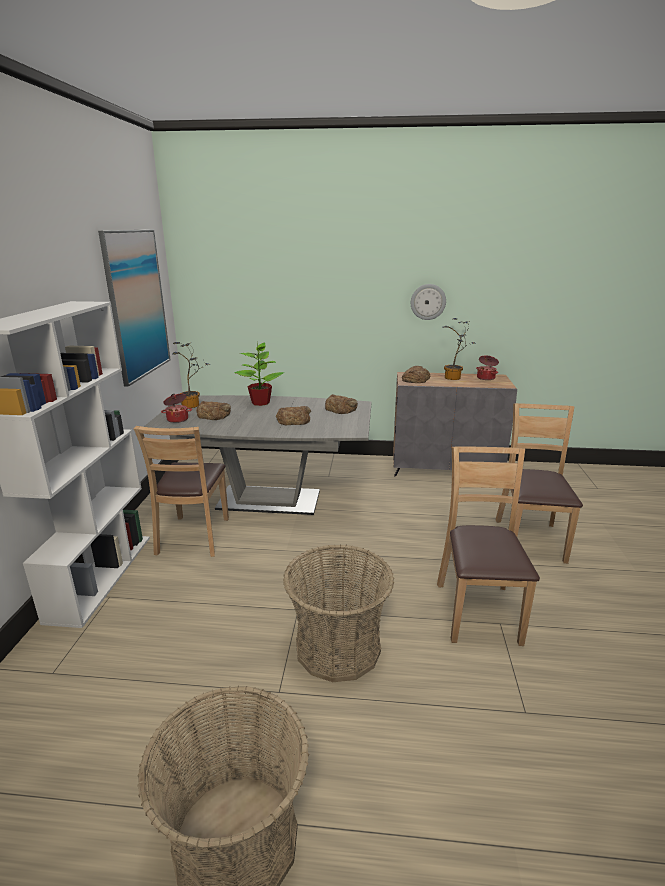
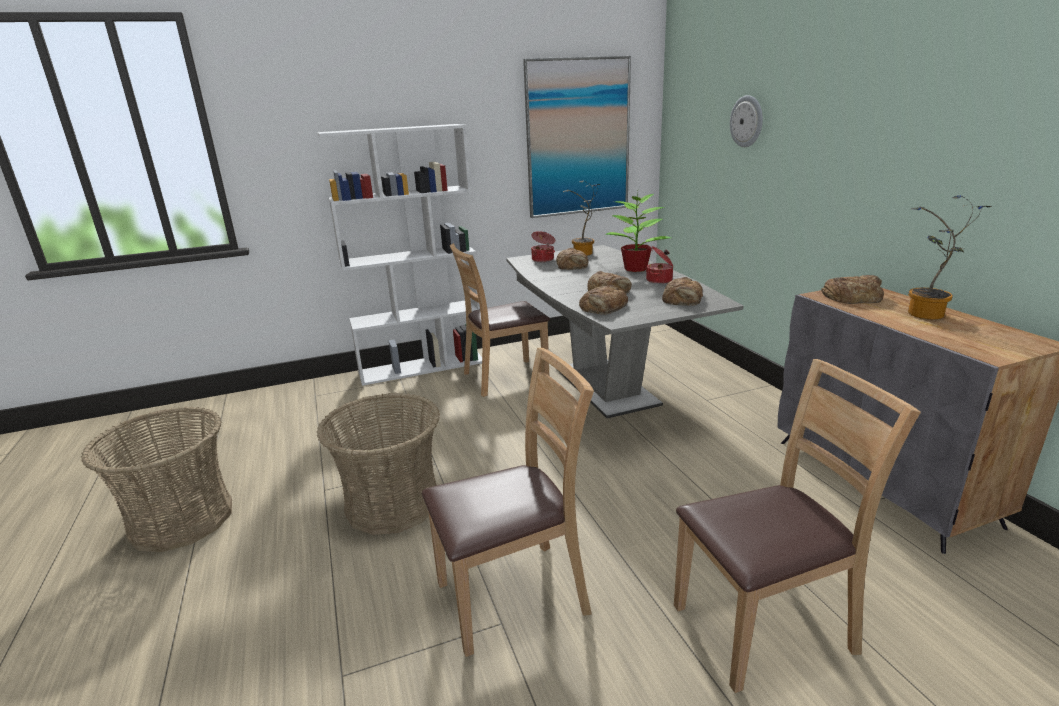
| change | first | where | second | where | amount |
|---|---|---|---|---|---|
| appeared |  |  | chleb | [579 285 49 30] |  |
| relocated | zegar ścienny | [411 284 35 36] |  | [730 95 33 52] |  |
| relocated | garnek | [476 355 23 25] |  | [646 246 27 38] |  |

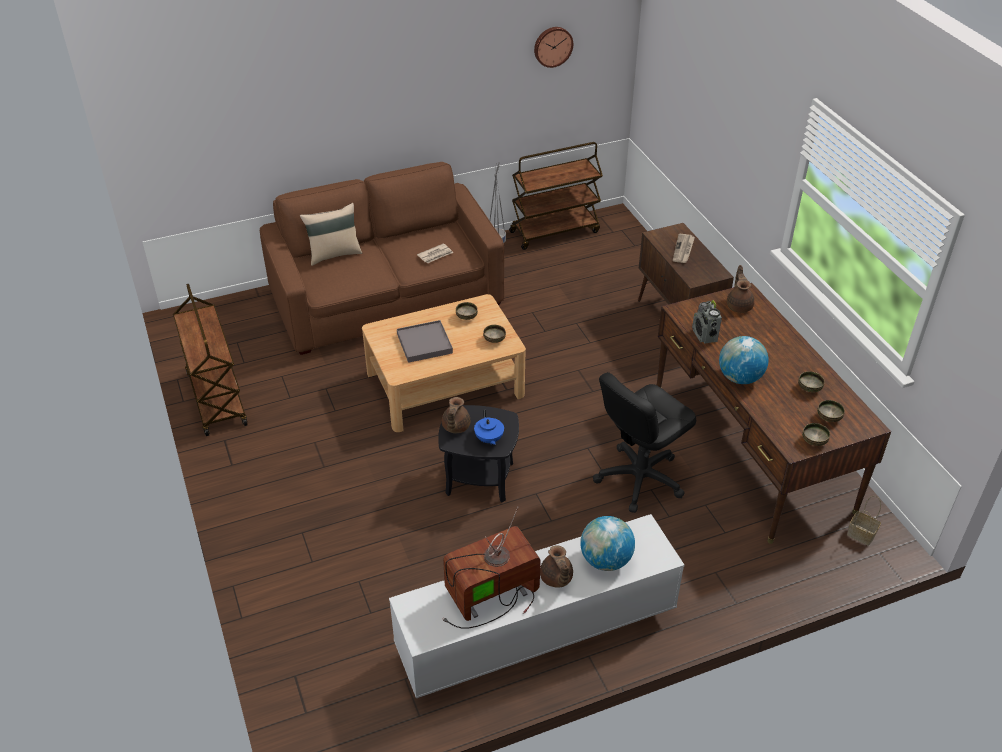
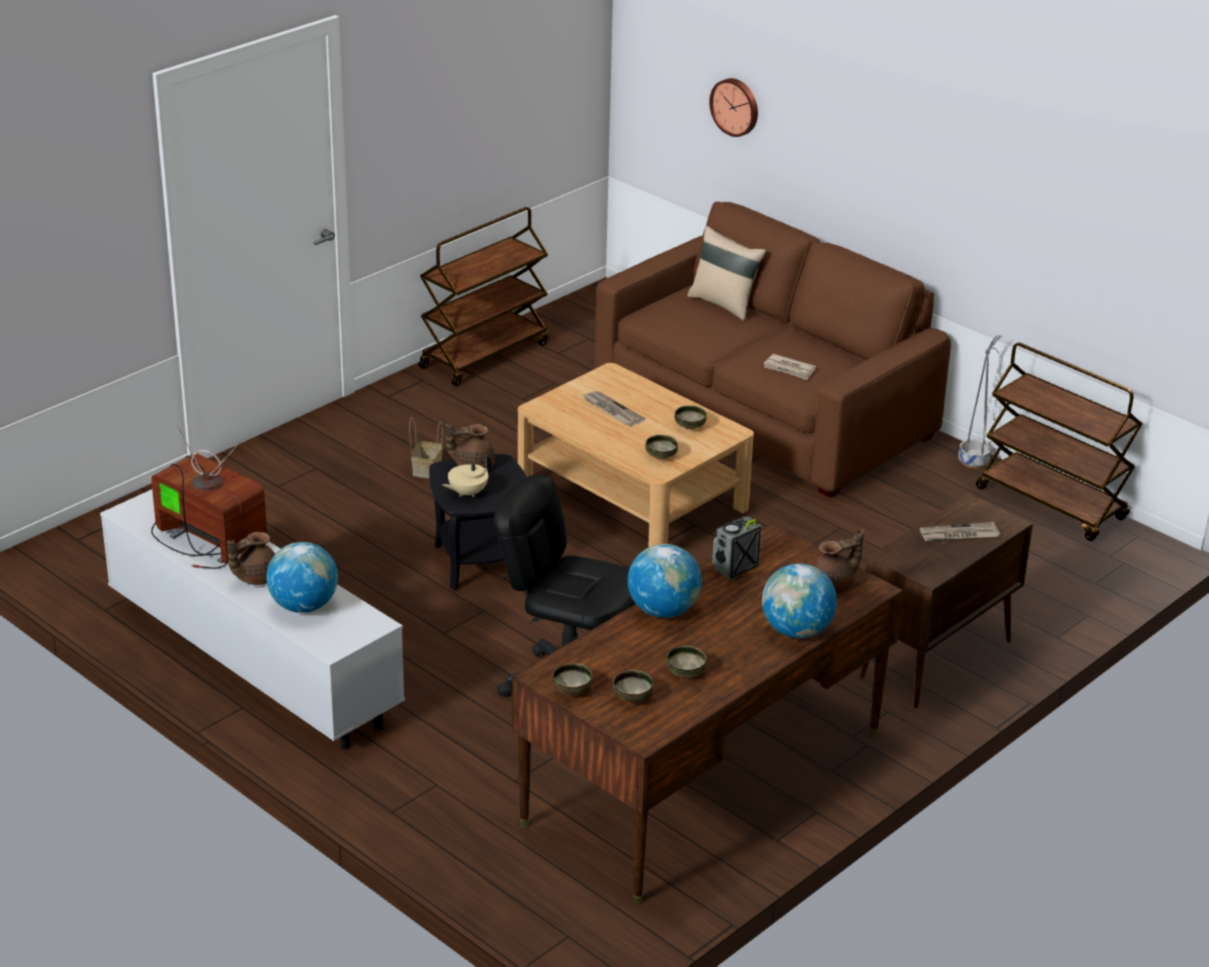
| change | first | where | second | where | amount |
|---|---|---|---|---|---|
| appeared |  |  | globus | [762 563 75 75] |  |
| relocated | zegar ścienny | [534 27 39 41] |  | [709 78 49 59] |  |
| relocated | koszyk | [847 496 34 50] |  | [409 417 34 61] |  |
| exchanged | taca (szary) | [397 320 56 43] | gazeta | [582 391 63 35] |  |
| colour | imbryk (niebieski) | [474 410 30 35] | imbryk (beżowy) | [442 456 50 41] |  |

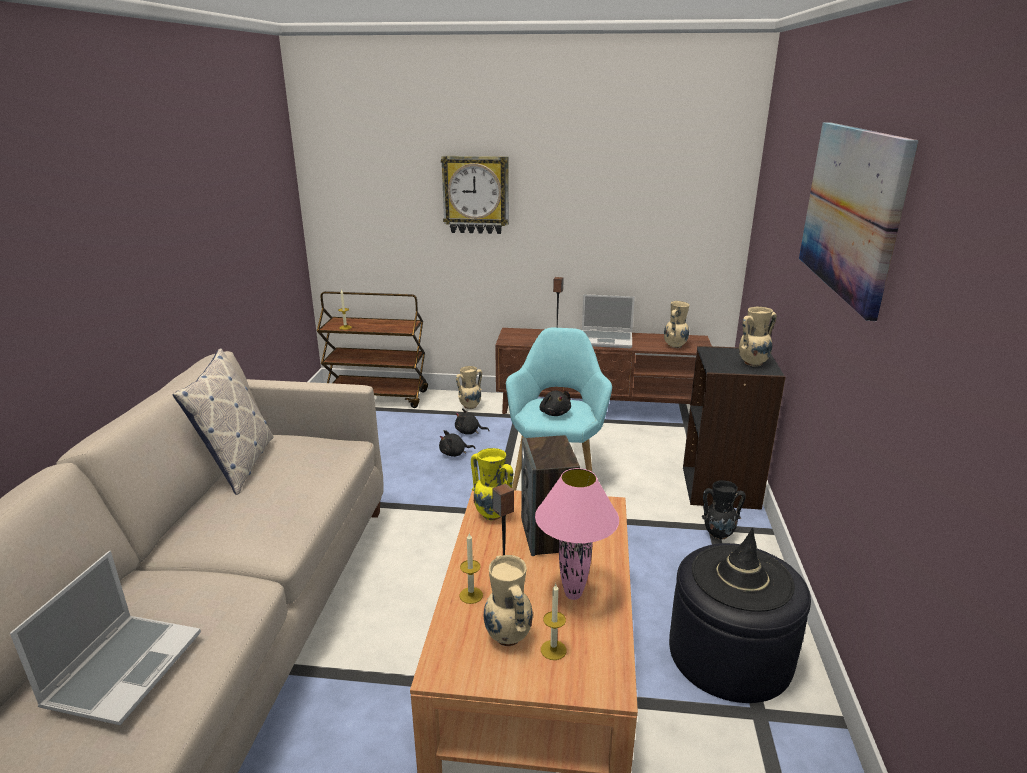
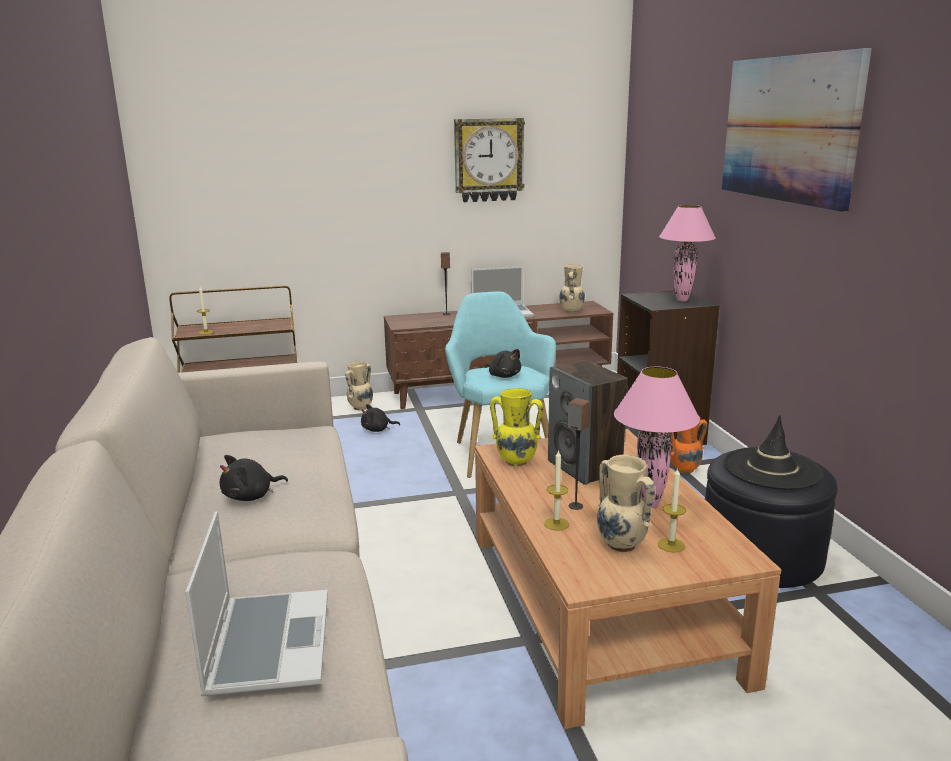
| change | first | where | second | where | amount |
|---|---|---|---|---|---|
| missing | poduszka | [173 348 101 147] |  |  |  |
| relocated | pluszak (czarny) | [439 430 36 27] |  | [220 455 68 46] |  |
| relocated | zegar ścienny | [441 156 68 78] |  | [454 118 71 84] |  |
| exchanged | wazon (beżowy) | [739 307 38 60] | lampa stołowa (różowy) | [659 205 57 96] |  |
| colour | wazon (czarny) | [702 480 44 60] | wazon (pomarańczowy) | [670 416 37 57] |  |

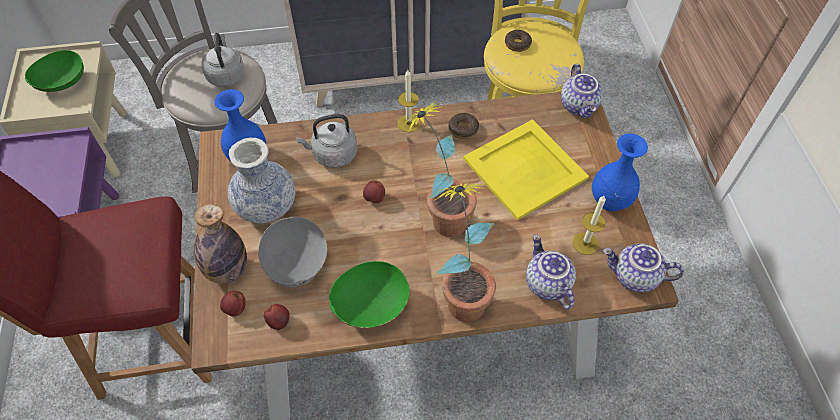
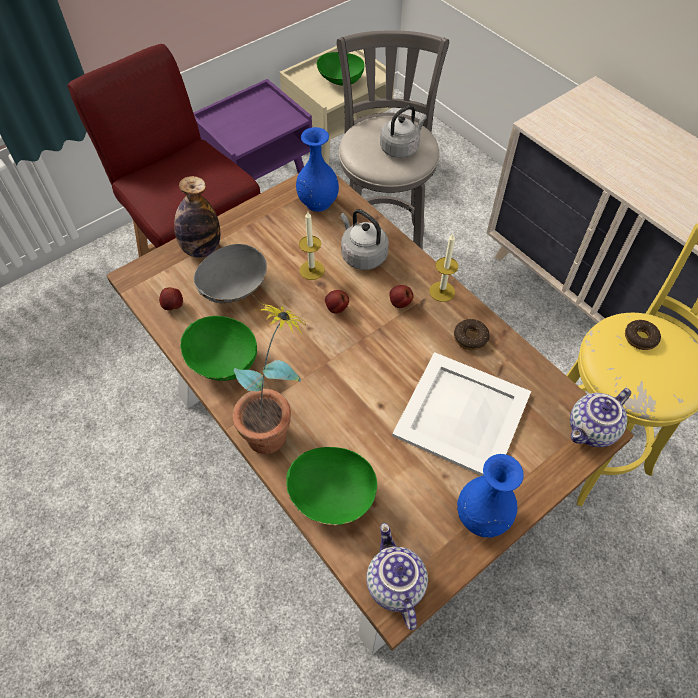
| change | first | where | second | where | amount |
|---|---|---|---|---|---|
| missing | wazon | [228 138 67 85] |  |  |  |
| missing | roślina doniczkowa | [401 100 76 137] |  |  |  |
| relocated | jabłko | [220 291 26 25] |  | [389 285 25 23] |  |
| relocated | świeca | [572 196 34 59] |  | [299 212 26 68] |  |
| exchanged | imbryk | [526 234 50 75] | miska (zielony) | [286 447 91 78] |  |
| colour | taca (żółty) | [463 119 126 101] | taca (biały) | [392 352 139 124] |  |

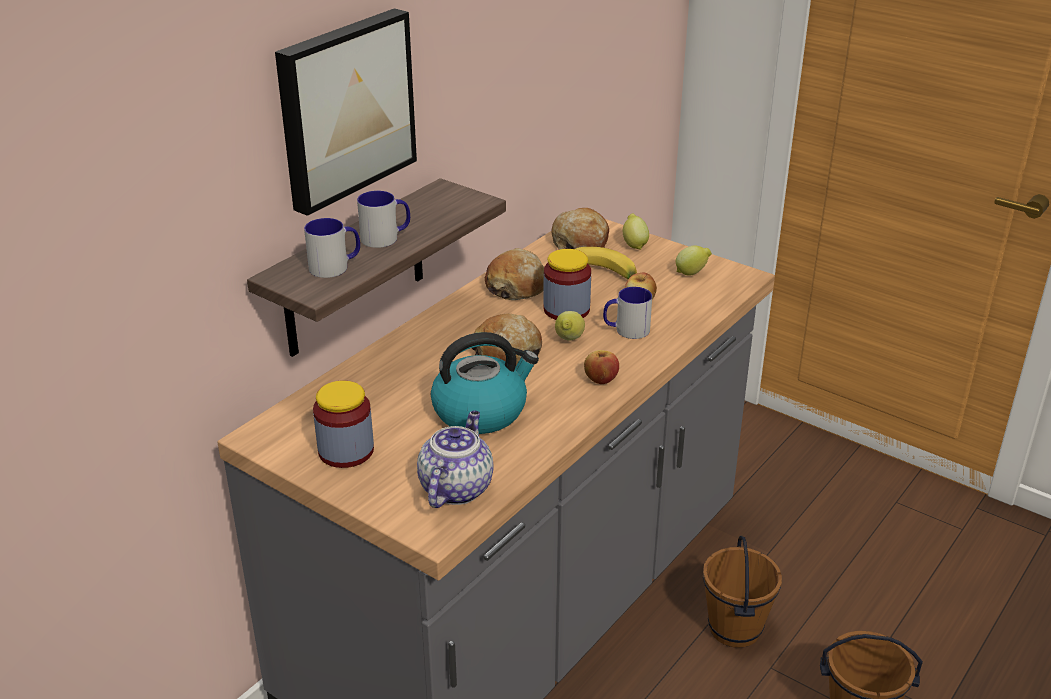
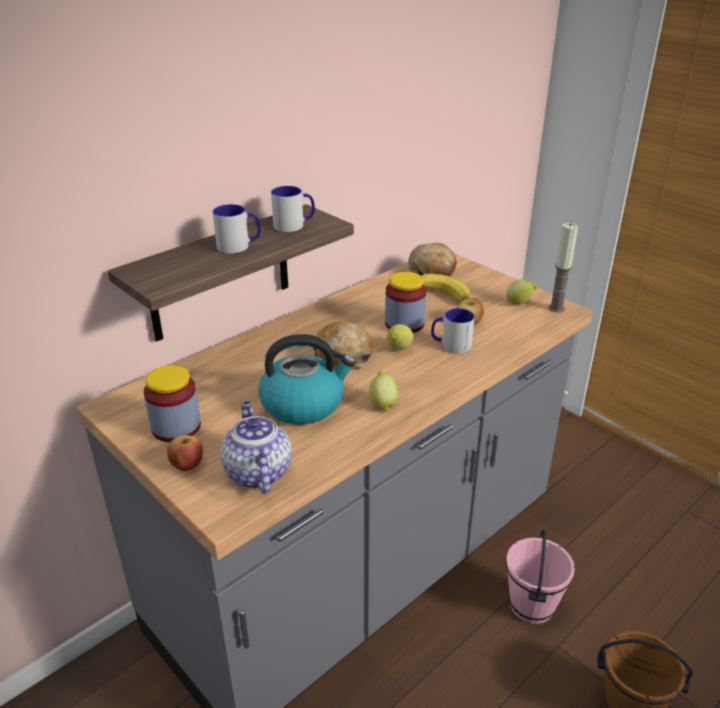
| change | first | where | second | where | amount |
|---|---|---|---|---|---|
| missing | obraz | [275 8 142 208] |  |  |  |
| missing | chleb | [485 248 59 52] |  |  |  |
| appeared |  |  | świeca | [549 223 29 89] |  |
| relocated | kubek | [304 218 56 60] |  | [271 186 44 46] |  |
| relocated | jabłko | [584 350 35 34] |  | [167 435 36 36] |  |
| relocated | cytryna | [623 214 26 35] |  | [369 370 29 42] |  |
| colour | wiadro (brązowy) | [703 535 79 113] | wiadro (różowy) | [506 529 69 95] |  |
| spun | imbryk | [417 410 76 98] |  | [221 401 71 93] | 45 degrees counterclockwise |

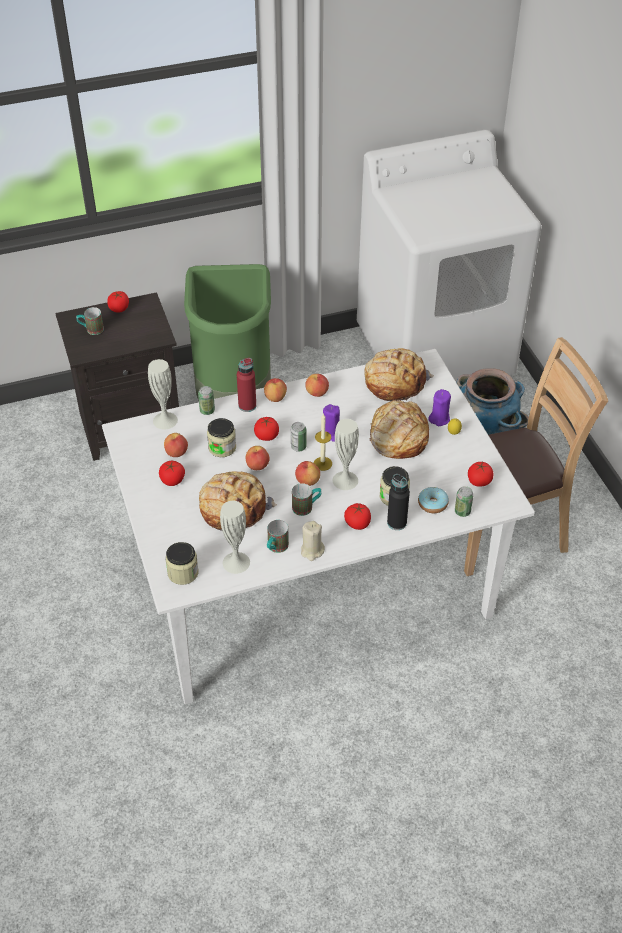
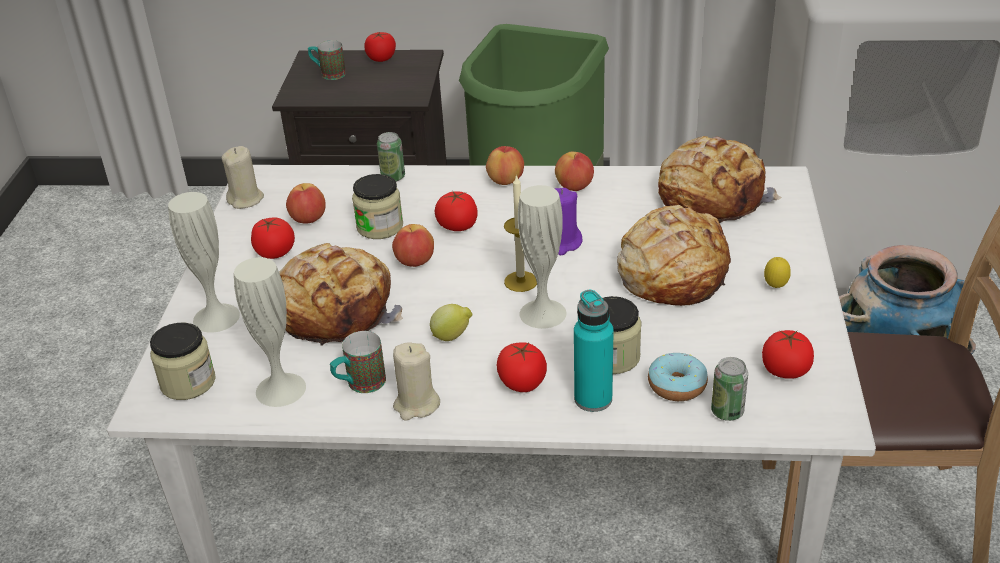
| change | first | where | second | where | amount |
|---|---|---|---|---|---|
| missing | butelka (czerwony) | [237 358 19 54] |  |  |  |
| missing | puszka | [291 422 15 30] |  |  |  |
| missing | jabłko | [295 461 25 25] |  |  |  |
| missing | świeca (fioletowy) | [428 389 23 37] |  |  |  |
| appeared |  |  | świeca (beżowy) | [222 146 42 63] |  |
| relocated | wazon (biały) | [148 359 30 71] |  | [168 192 72 141] |  |
| exchanged | kubek | [292 483 29 33] | cytryna | [430 304 43 37] |  |
| colour | butelka (czarny) | [387 473 23 57] | butelka (turkusowy) | [574 290 40 122] |  |

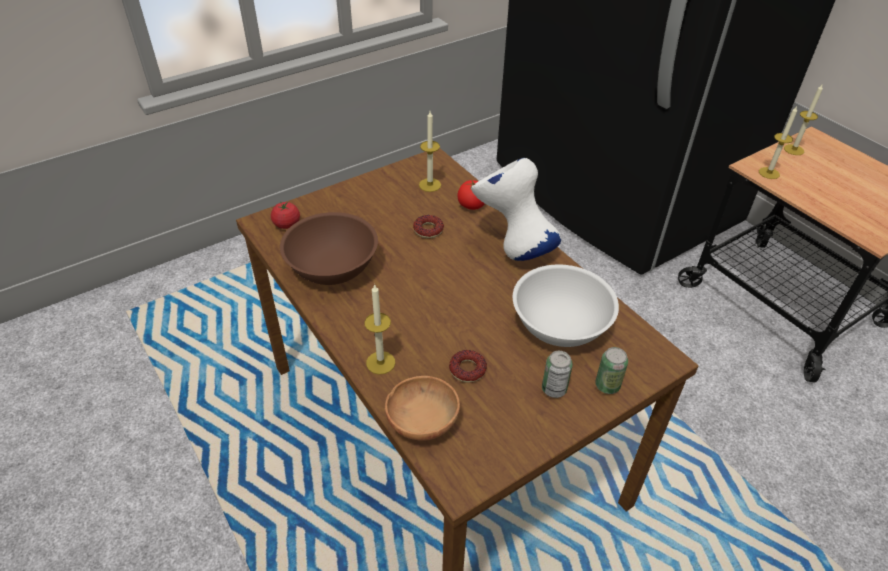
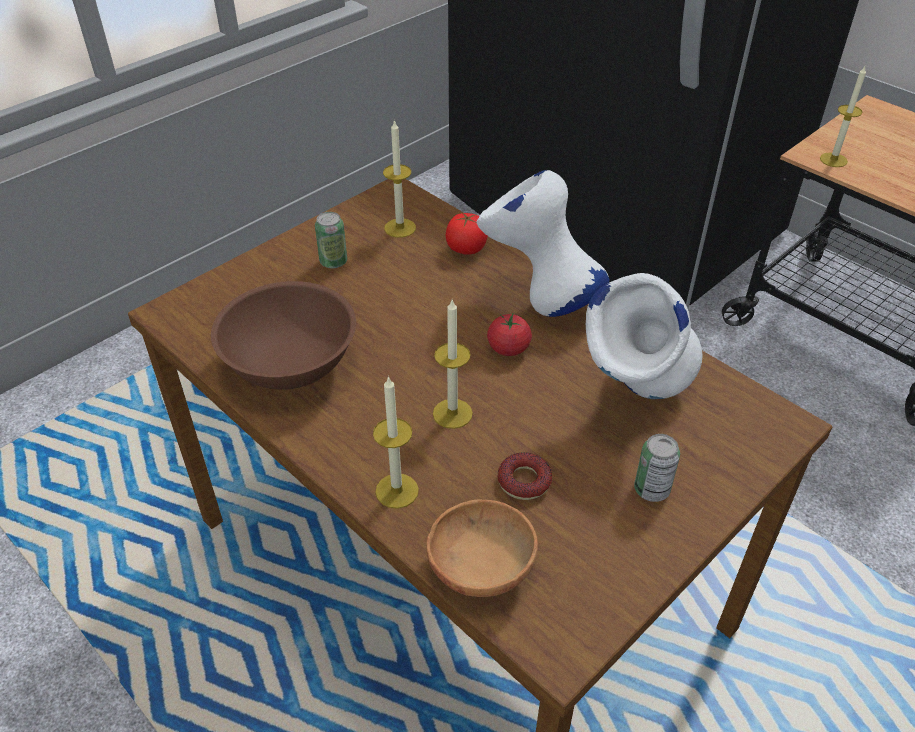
| change | first | where | second | where | amount |
|---|---|---|---|---|---|
| missing | donut | [413 215 31 23] |  |  |  |
| relocated | pomidor | [271 201 29 28] |  | [487 314 45 42] |  |
| relocated | puszka | [595 347 33 47] |  | [315 212 32 56] |  |
| relocated | świeca | [784 85 39 70] |  | [433 300 40 129] |  |
| exchanged | miska (biały) | [513 265 106 82] | wazon (biały) | [586 273 117 126] |  |

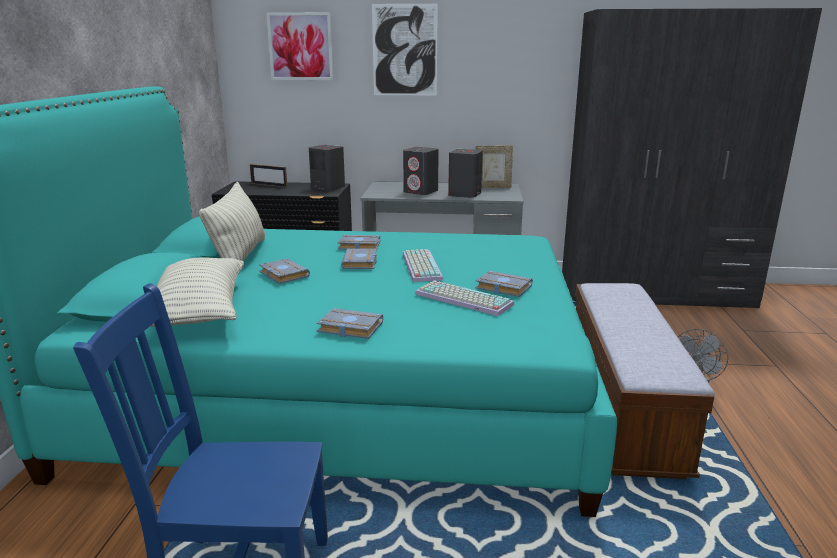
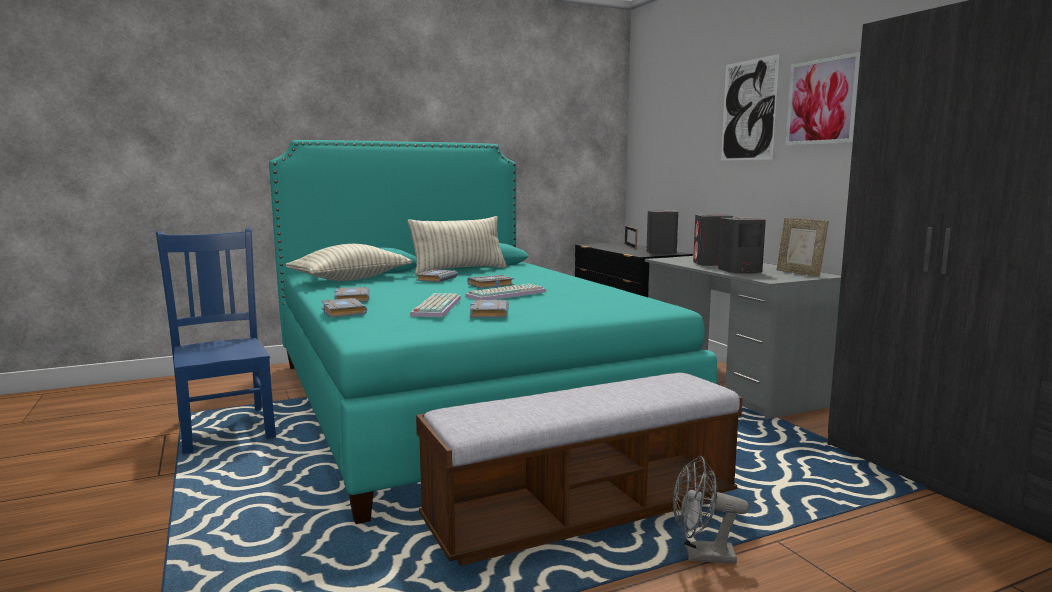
| change | first | where | second | where | amount |
|---|---|---|---|---|---|
| relocated | obraz | [266 12 68 68] |  | [785 52 75 94] |  |
| relocated | książka (szary) | [338 235 42 15] |  | [321 298 46 19] |  |

